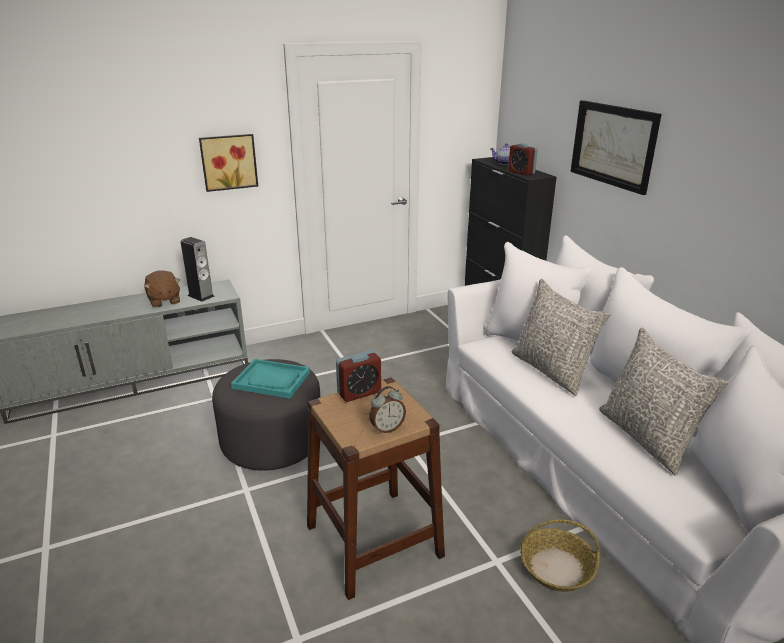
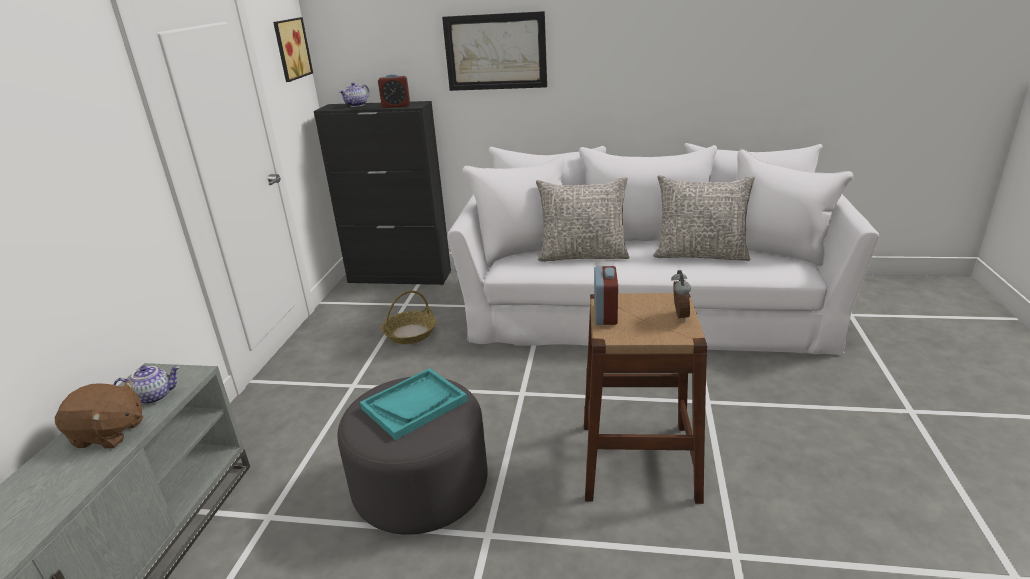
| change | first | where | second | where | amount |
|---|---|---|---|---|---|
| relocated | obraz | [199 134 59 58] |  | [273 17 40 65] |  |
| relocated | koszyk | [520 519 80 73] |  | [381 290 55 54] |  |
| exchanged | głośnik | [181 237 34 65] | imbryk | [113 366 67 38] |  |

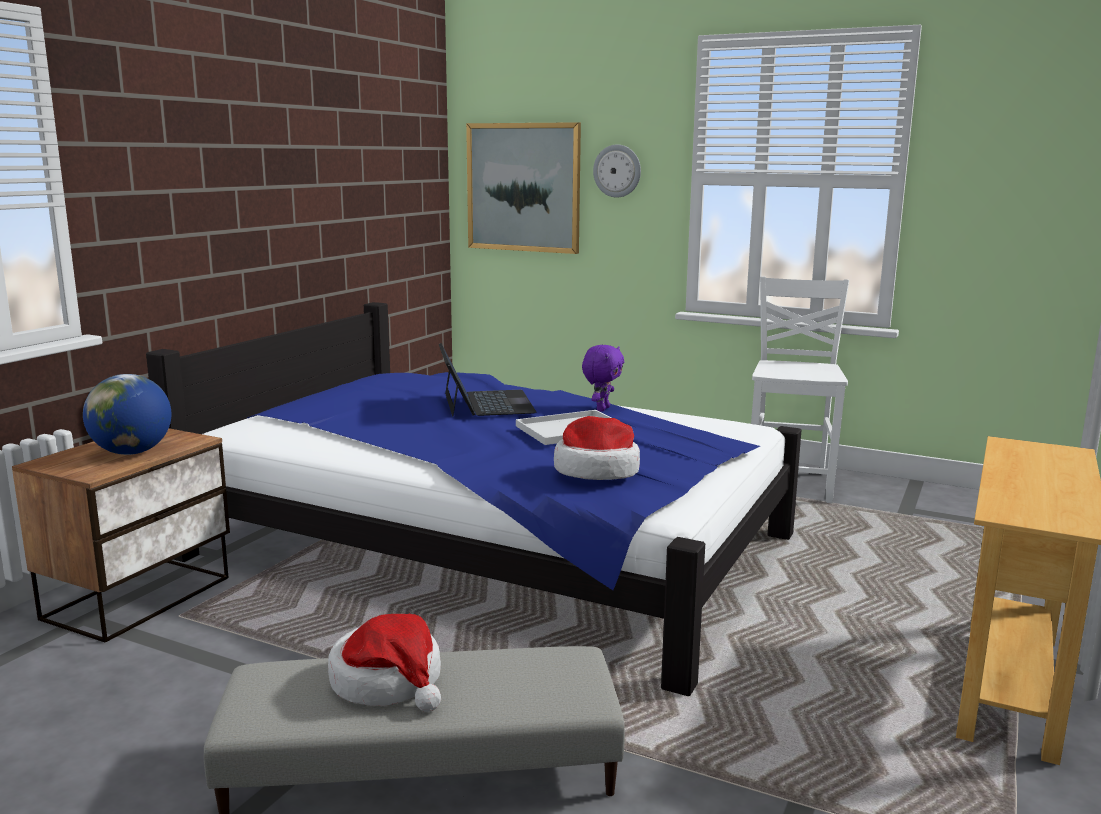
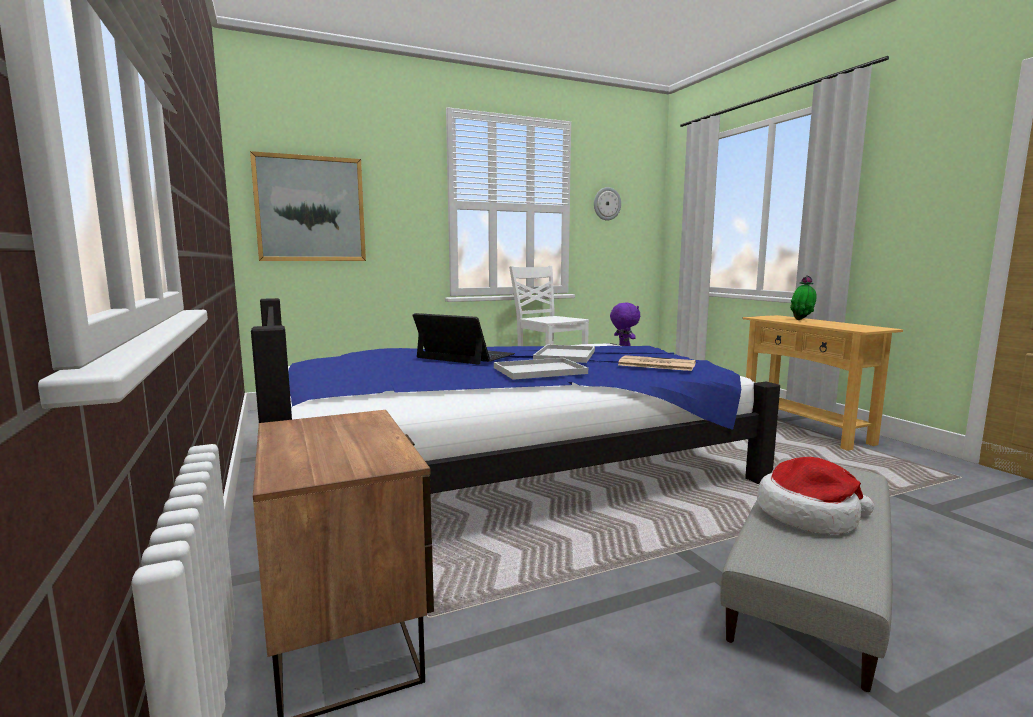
| change | first | where | second | where | amount |
|---|---|---|---|---|---|
| missing | globus | [83 374 89 81] |  |  |  |
| appeared |  |  | taca (biały) | [494 358 94 22] |  |
| appeared |  |  | roślina doniczkowa | [790 275 27 45] |  |
| relocated | pluszak (fioletowy) | [582 345 42 67] |  | [610 303 30 43] |  |
| relocated | zegar ścienny | [593 144 48 54] |  | [594 187 27 34] |  |
| exchanged | kapelusz | [554 416 86 64] | gazeta | [618 355 78 16] |  |

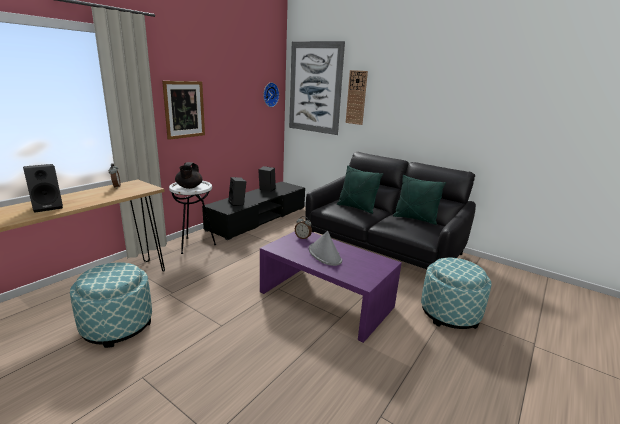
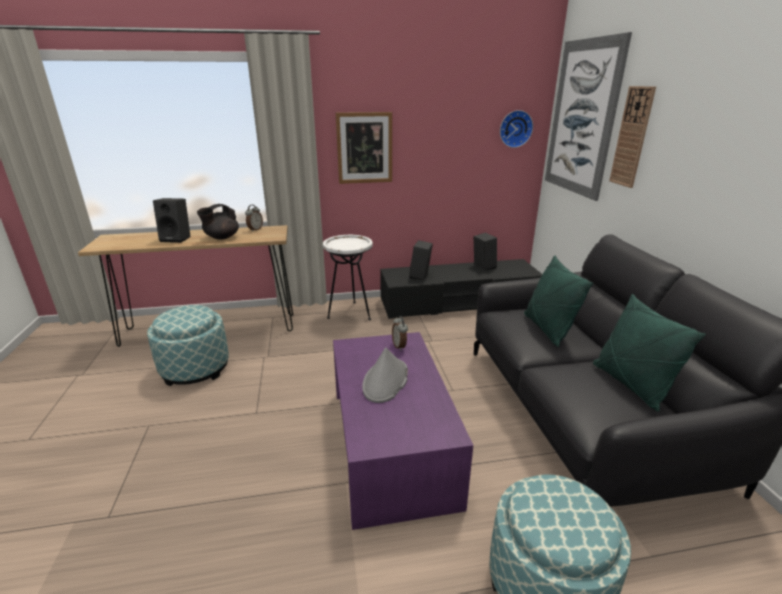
| change | first | where | second | where | amount |
|---|---|---|---|---|---|
| relocated | imbryk (czarny) | [175 162 27 27] |  | [197 204 42 35] |  |

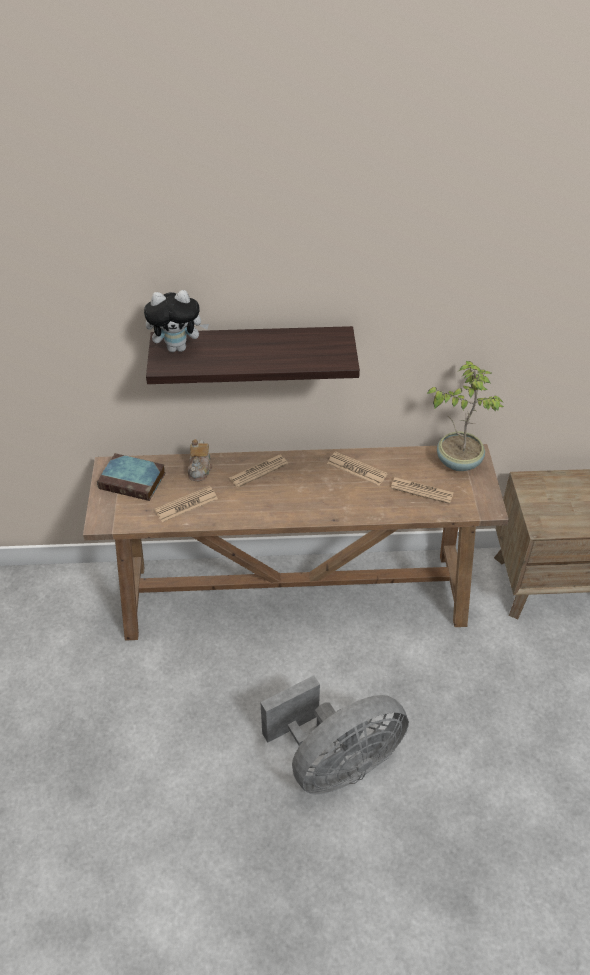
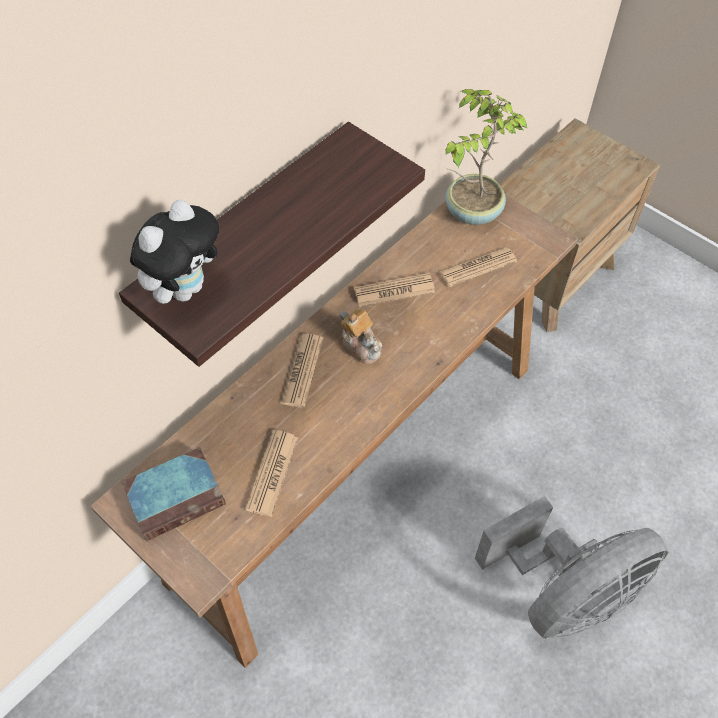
| change | first | where | second | where | amount |
|---|---|---|---|---|---|
| relocated | imbryk | [188 439 25 42] |  | [339 309 43 55] |  |
| spun | wentylator (szary) | [260 675 149 120] |  | [475 496 194 143] | 45 degrees clockwise |

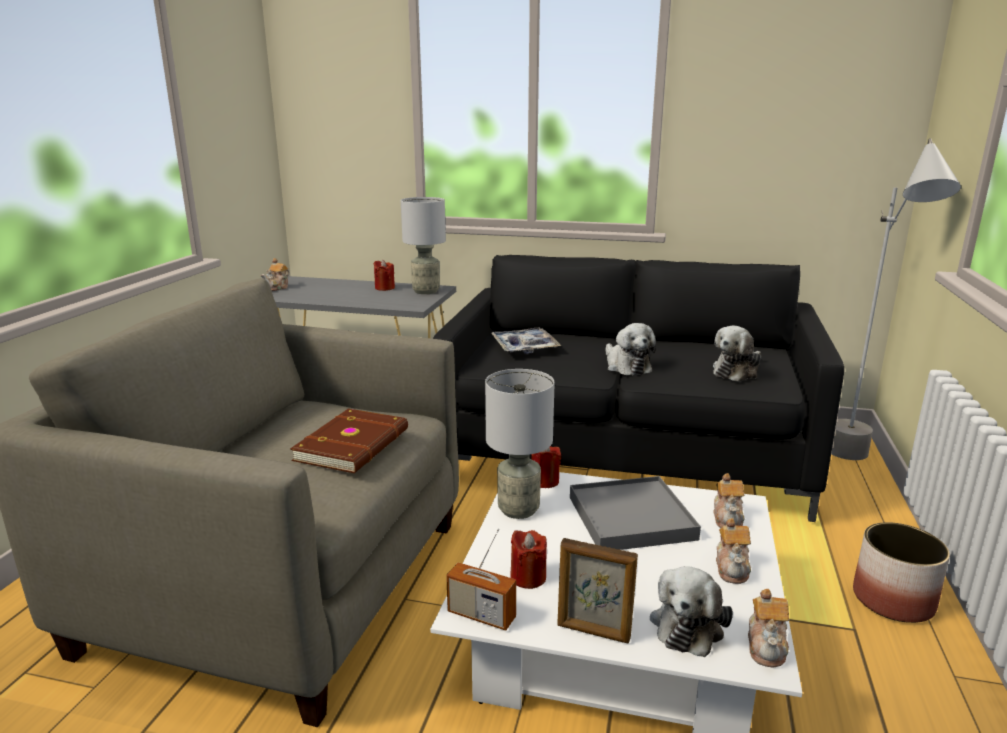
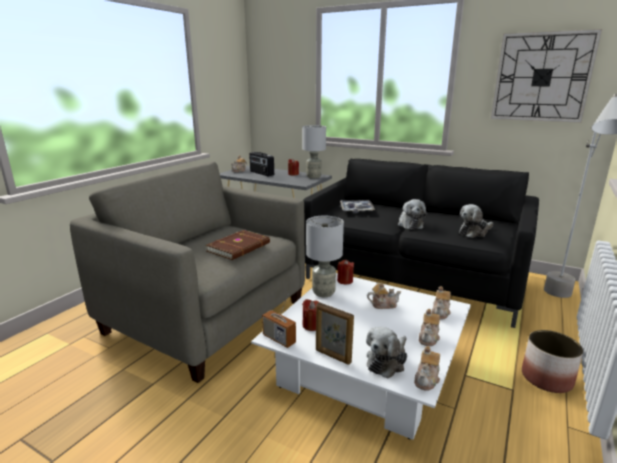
| change | first | where | second | where | amount |
|---|---|---|---|---|---|
| appeared |  |  | radio | [249 152 25 25] |  |
| appeared |  |  | zegar ścienny | [491 29 111 94] |  |
| exchanged | taca (szary) | [570 476 131 74] | imbryk | [367 283 34 26] |  |

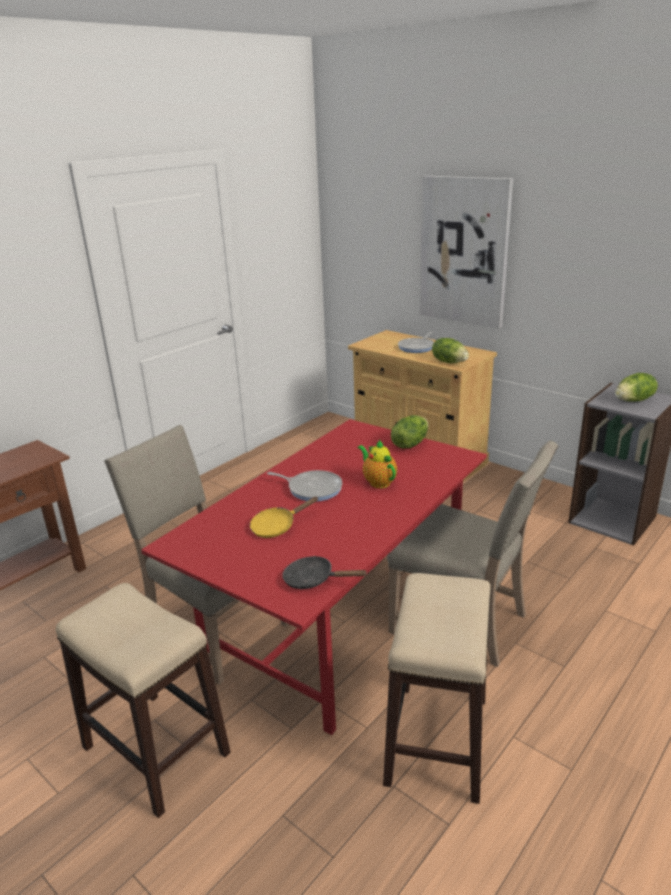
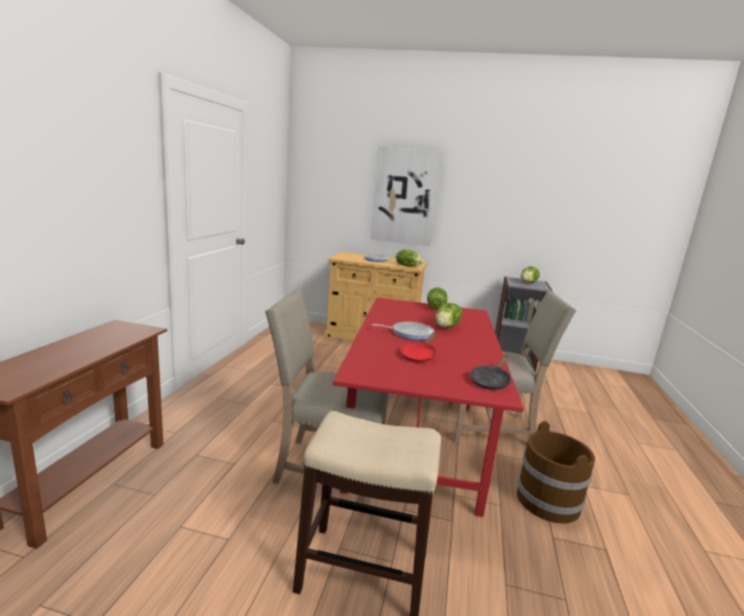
| change | first | where | second | where | amount |
|---|---|---|---|---|---|
| exchanged | imbryk | [358 440 39 48] | sałata | [435 303 27 25] |  |
| exchanged | stołek | [383 573 108 231] | wiadro (brązowy) | [517 421 78 103] |  |
| colour | patelnia (żółty) | [250 496 69 42] | patelnia (czerwony) | [400 333 37 29] |  |
| spun | patelnia (czarny) | [282 556 86 33] |  | [470 355 41 35] | 45 degrees counterclockwise |

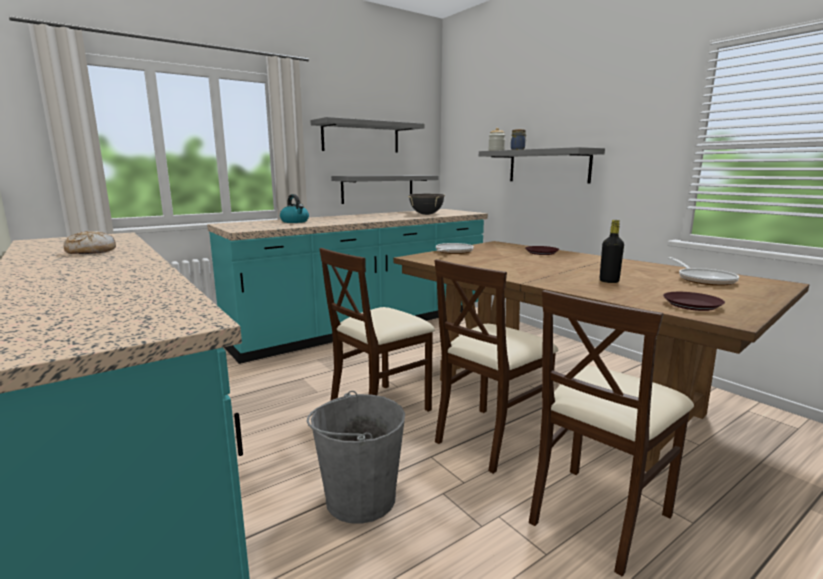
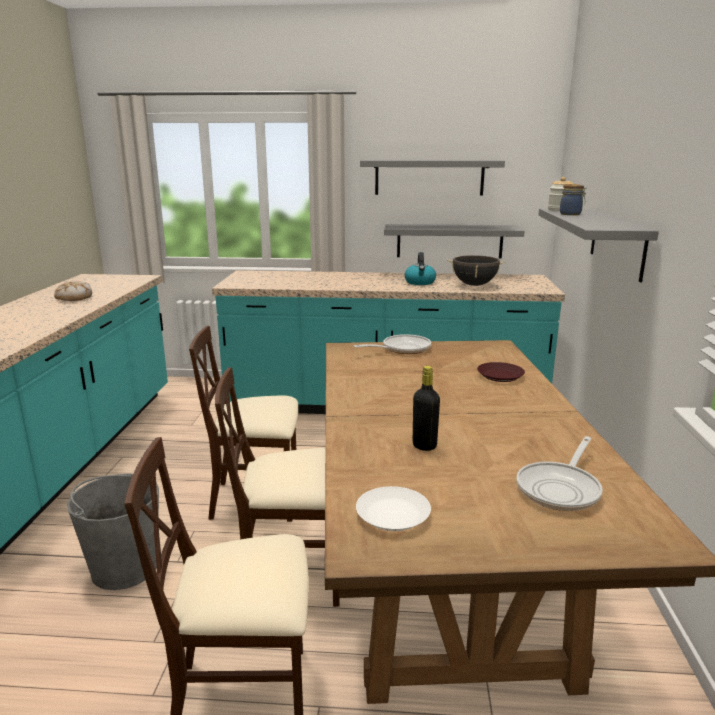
| change | first | where | second | where | amount |
|---|---|---|---|---|---|
| relocated | czajnik | [280 194 29 29] |  | [404 252 32 33] |  |
| colour | talerz (brązowy) | [663 292 62 19] | talerz (biały) | [356 486 75 45] |  |

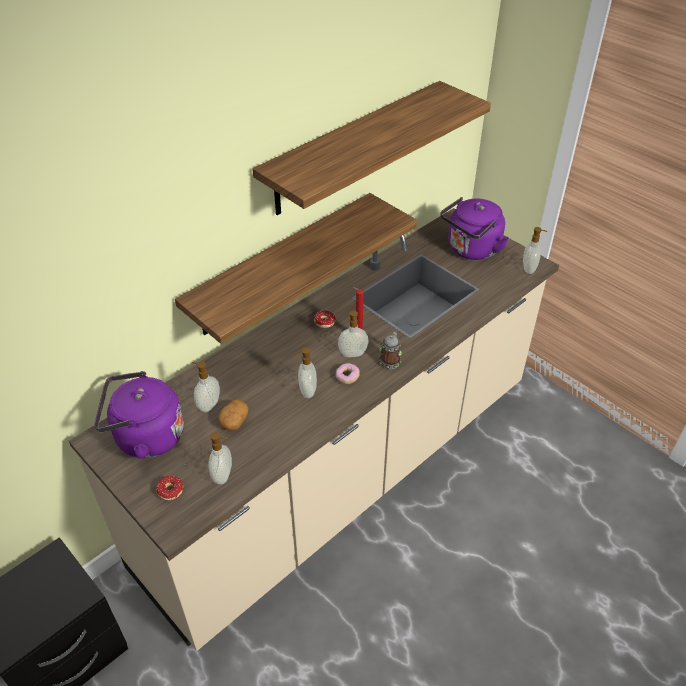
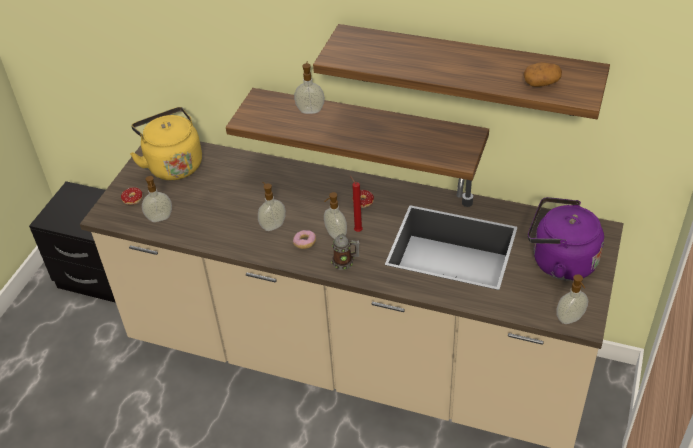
| change | first | where | second | where | amount |
|---|---|---|---|---|---|
| relocated | dozownik mydła | [192 361 28 51] |  | [294 62 31 52] |  |
| relocated | ziemniak | [218 399 31 31] |  | [523 62 39 25] |  |
| colour | czajnik (fioletowy) | [94 371 90 88] | czajnik (żółty) | [130 107 72 73] |  |

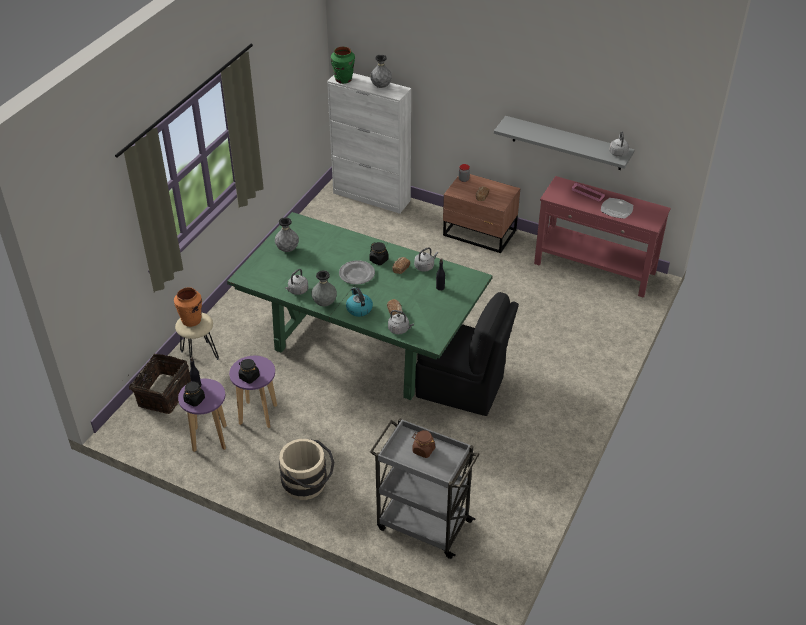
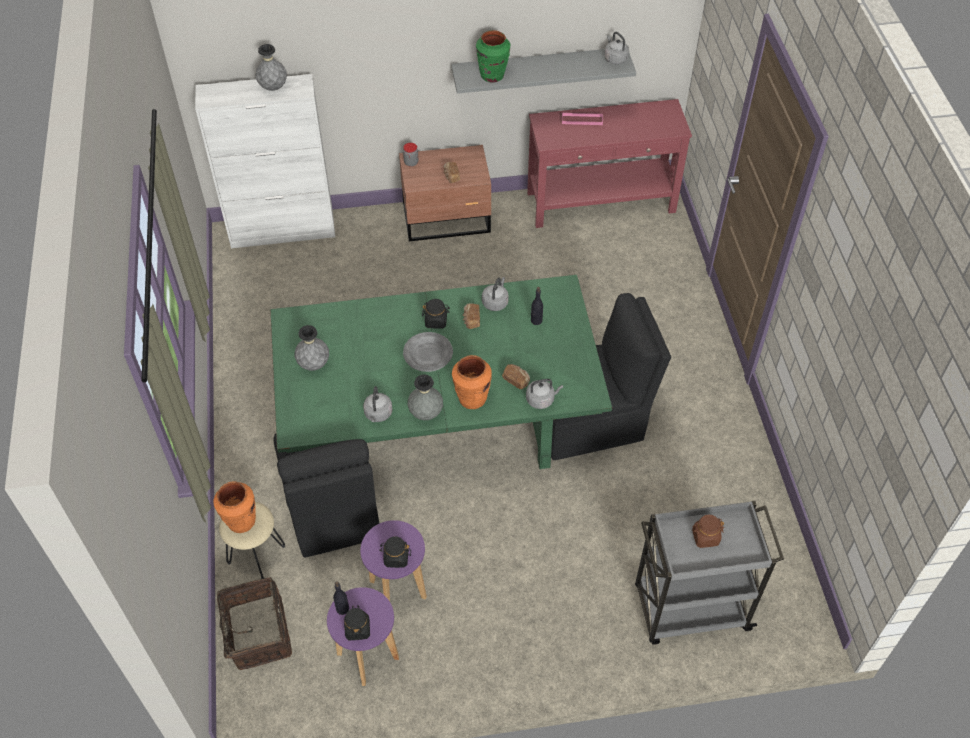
| change | first | where | second | where | amount |
|---|---|---|---|---|---|
| missing | wiadro (beżowy) | [279 439 55 61] |  |  |  |
| missing | talerz | [601 198 32 21] |  |  |  |
| appeared |  |  | krzesło (czarny) | [274 433 105 125] |  |
| relocated | wazon (zielony) | [331 47 24 37] |  | [476 30 34 53] |  |
| exchanged | czajnik | [346 287 27 30] | wazon (pomarańczowy) | [452 355 40 54] |  |

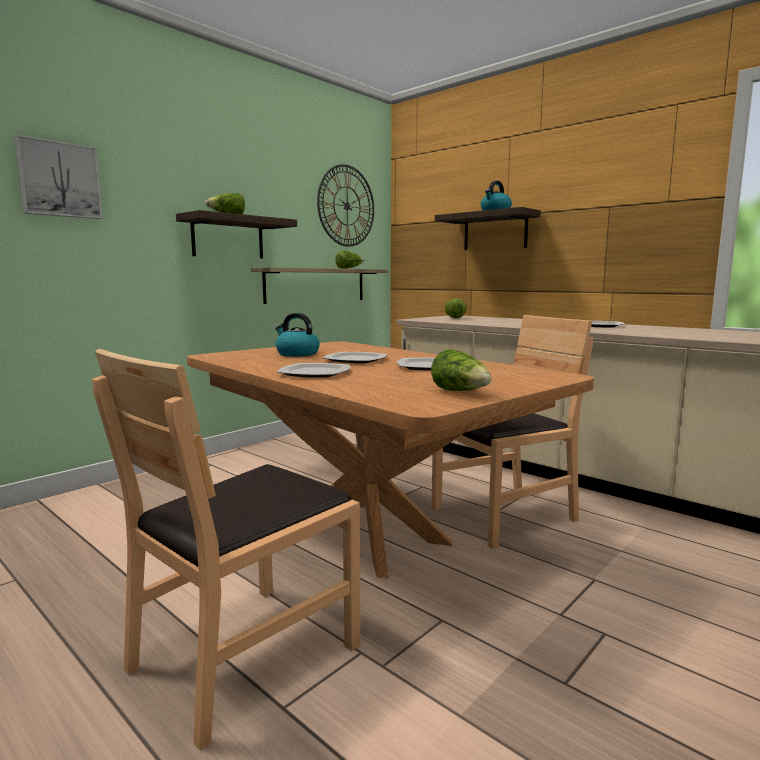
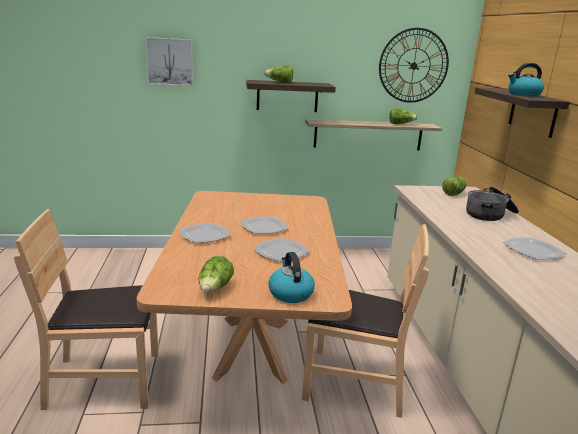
| change | first | where | second | where | amount |
|---|---|---|---|---|---|
| appeared |  |  | garnek | [466 187 53 34] |  |
| relocated | czajnik | [275 313 45 44] |  | [268 252 47 51] |  |

